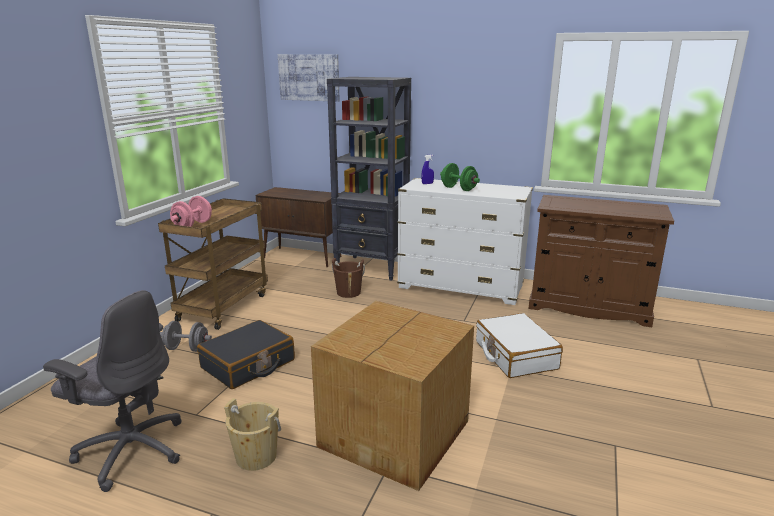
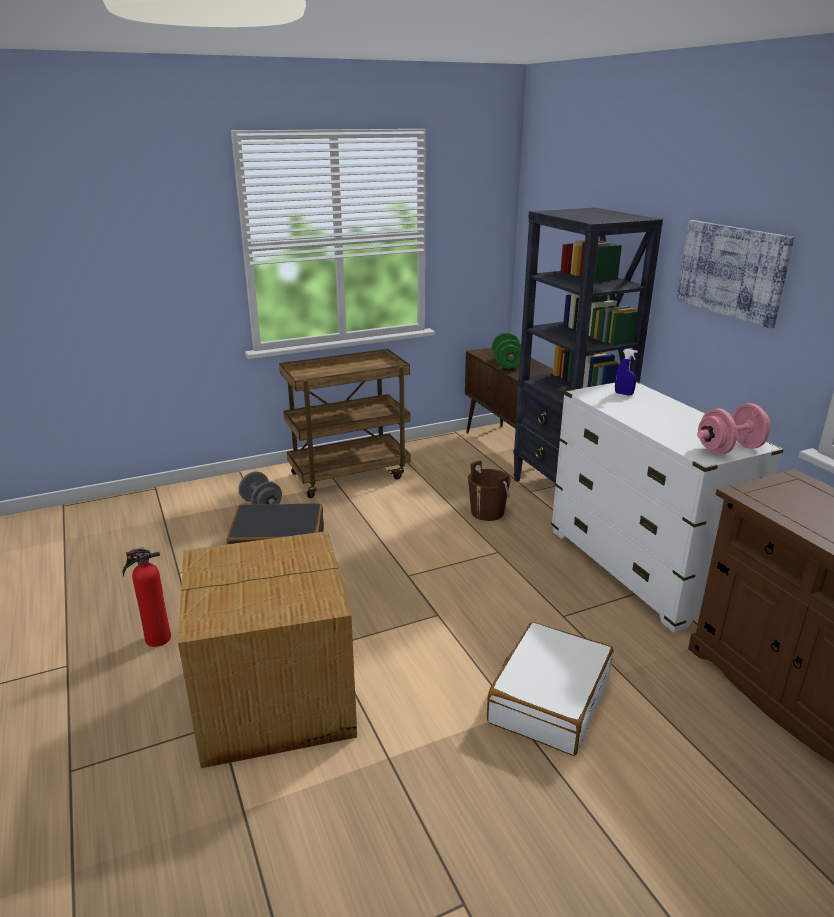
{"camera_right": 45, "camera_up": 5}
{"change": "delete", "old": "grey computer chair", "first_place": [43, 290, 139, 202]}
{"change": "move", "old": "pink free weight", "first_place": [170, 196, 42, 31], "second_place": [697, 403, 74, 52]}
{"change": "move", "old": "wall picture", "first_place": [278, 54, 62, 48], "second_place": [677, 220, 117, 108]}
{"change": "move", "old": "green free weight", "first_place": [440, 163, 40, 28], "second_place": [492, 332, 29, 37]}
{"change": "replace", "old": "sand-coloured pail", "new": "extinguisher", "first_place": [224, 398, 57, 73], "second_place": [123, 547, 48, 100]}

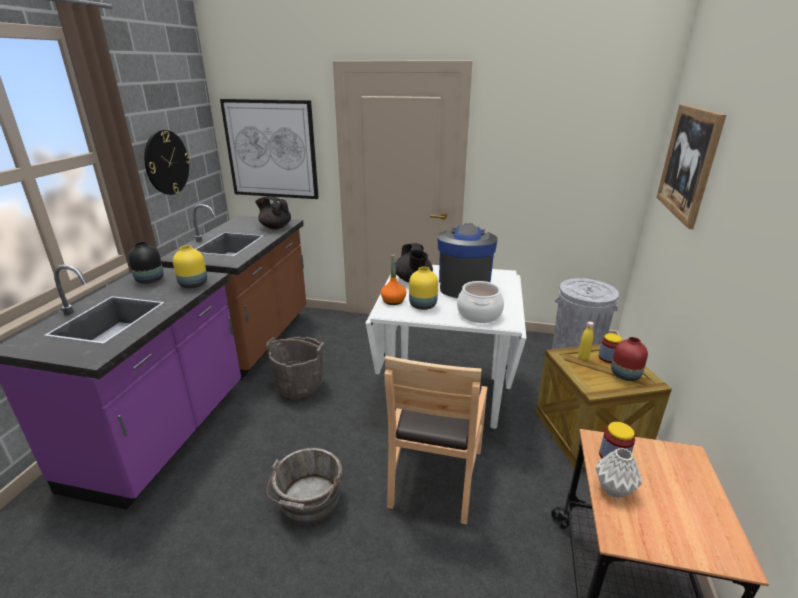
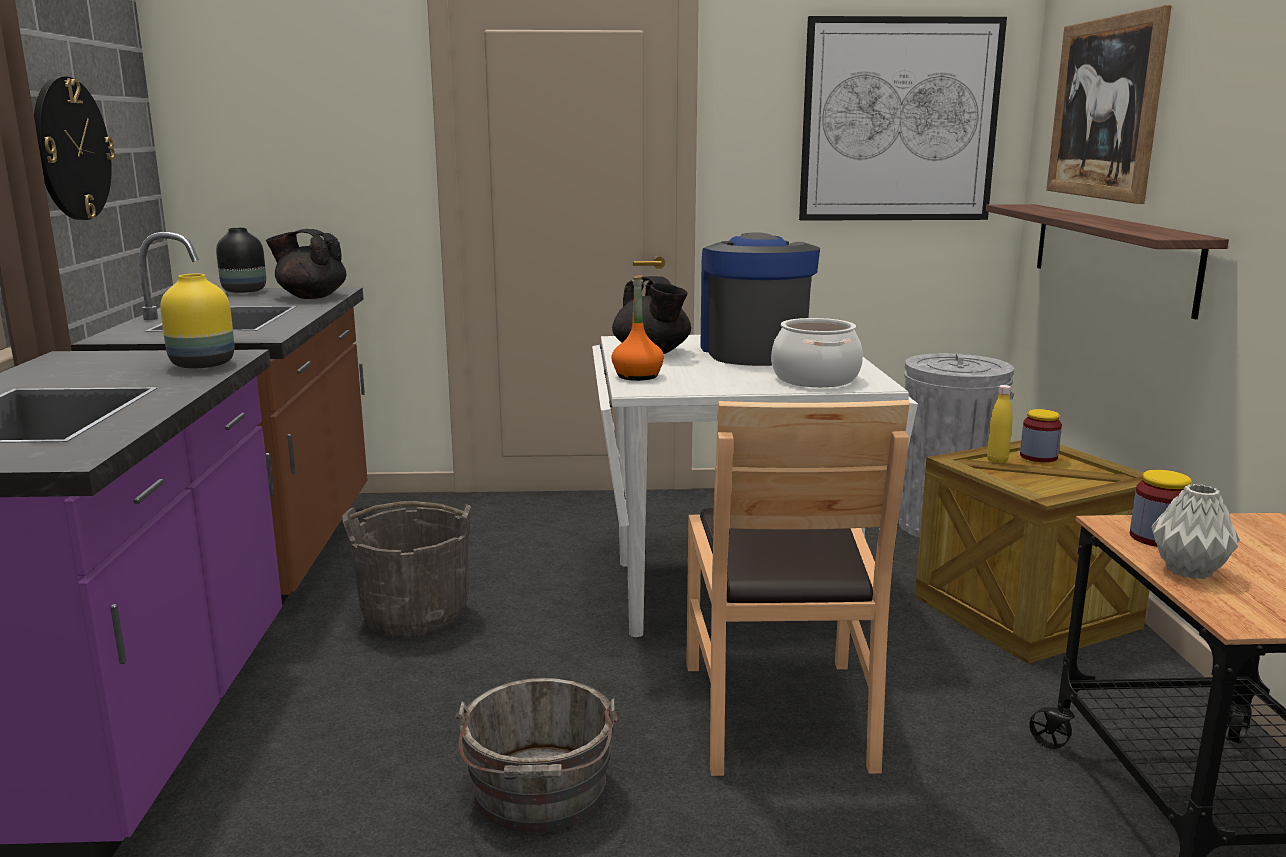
{"camera_right": -15, "camera_up": -10}
{"change": "delete", "old": "yellow-coloured flower vase", "first_place": [409, 267, 29, 43]}
{"change": "delete", "old": "red flower vase", "first_place": [611, 337, 37, 44]}
{"change": "insert", "new": "bracket shelf", "second_place": [986, 204, 243, 115]}
{"change": "move", "old": "black-coloured flower vase", "first_place": [128, 242, 36, 42], "second_place": [216, 228, 50, 65]}
{"change": "move", "old": "wall picture", "first_place": [220, 99, 99, 100], "second_place": [799, 16, 208, 205]}

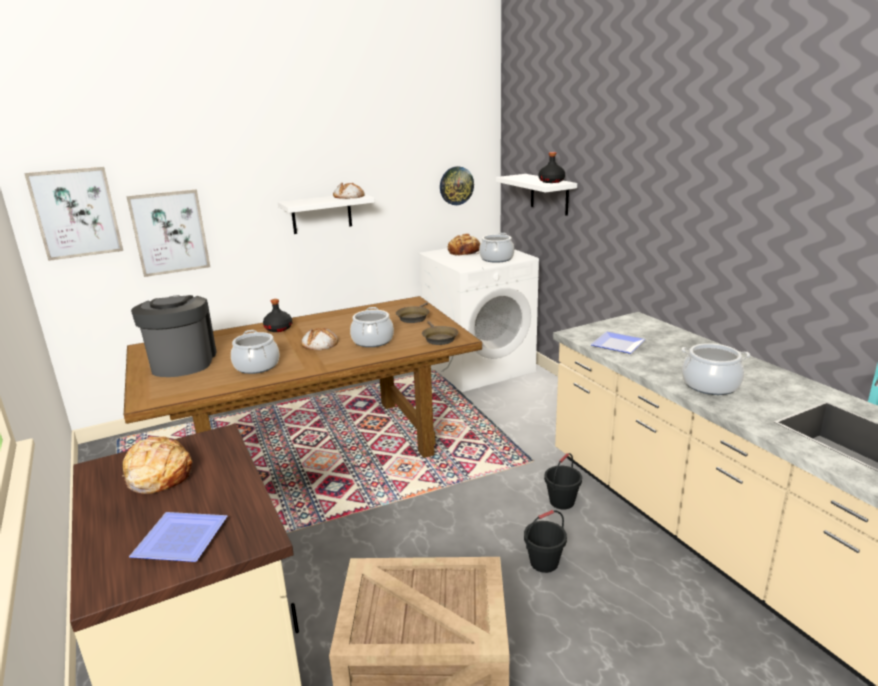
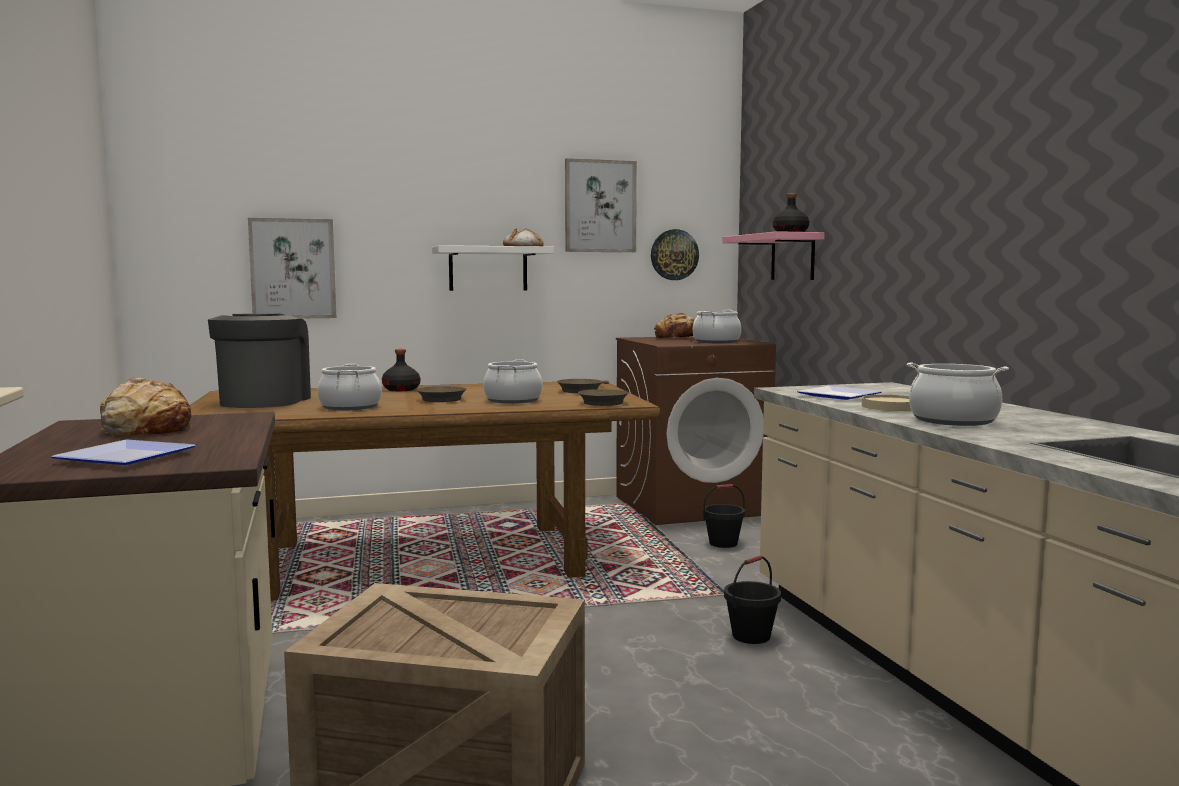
{"camera_right": 10, "camera_up": -15}
{"change": "insert", "new": "sand-coloured flat dish", "second_place": [862, 395, 49, 16]}
{"change": "move", "old": "wall picture", "first_place": [25, 167, 98, 94], "second_place": [565, 158, 72, 94]}
{"change": "move", "old": "black-coloured pail", "first_place": [524, 510, 43, 63], "second_place": [703, 484, 42, 64]}
{"change": "replace", "old": "bread", "new": "brown frying pan", "first_place": [301, 328, 37, 22], "second_place": [417, 386, 49, 16]}
{"change": "recolor", "old": "white-coloured laundry machine", "new": "brown laundry machine", "first_place": [418, 248, 121, 144], "second_place": [616, 336, 160, 189]}
{"change": "recolor", "old": "white-coloured bracket shelf", "new": "pink bracket shelf", "first_place": [496, 174, 81, 42], "second_place": [722, 231, 103, 49]}

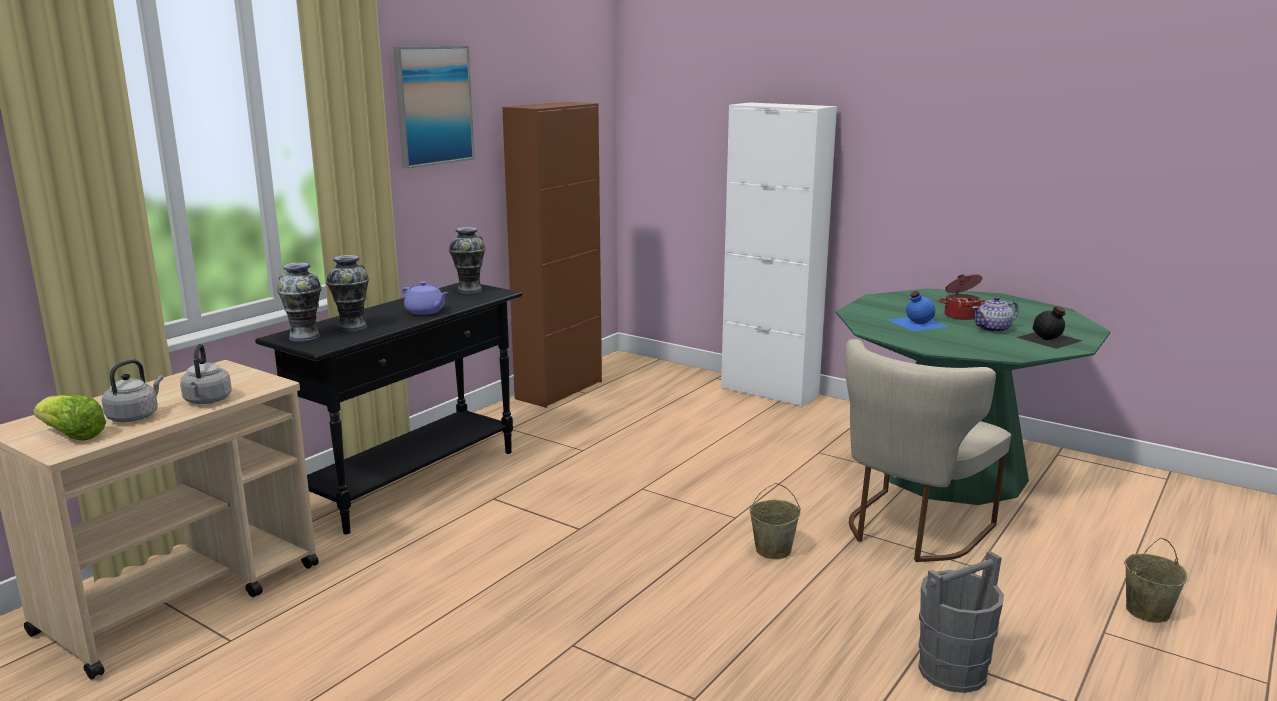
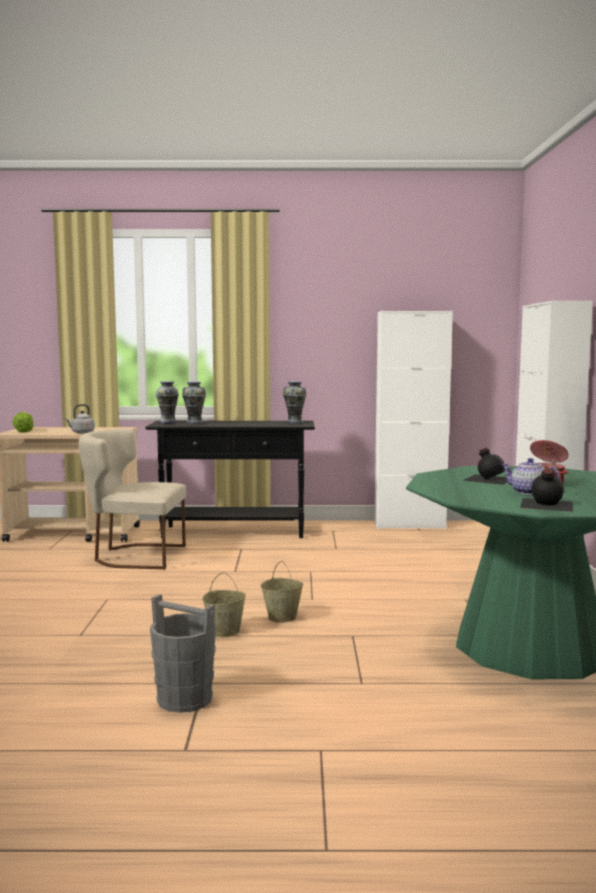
{"camera_right": 55, "camera_up": -10}
{"change": "delete", "old": "grey water kettle", "first_place": [102, 359, 61, 63]}
{"change": "delete", "old": "wall picture", "first_place": [393, 46, 82, 123]}
{"change": "delete", "old": "purplish pot for tea", "first_place": [402, 281, 46, 34]}
{"change": "move", "old": "sand-coloured plain chair", "first_place": [845, 339, 166, 223], "second_place": [79, 429, 107, 140]}
{"change": "move", "old": "sand-coloured pail", "first_place": [1124, 538, 64, 85], "second_place": [202, 572, 44, 65]}
{"change": "recolor", "old": "brown cabinet", "new": "white-coloured cabinet", "first_place": [502, 102, 100, 306], "second_place": [374, 311, 79, 218]}
{"change": "recolor", "old": "blue beverage bottle", "new": "black-coloured beverage bottle", "first_place": [888, 291, 60, 40], "second_place": [462, 448, 45, 37]}

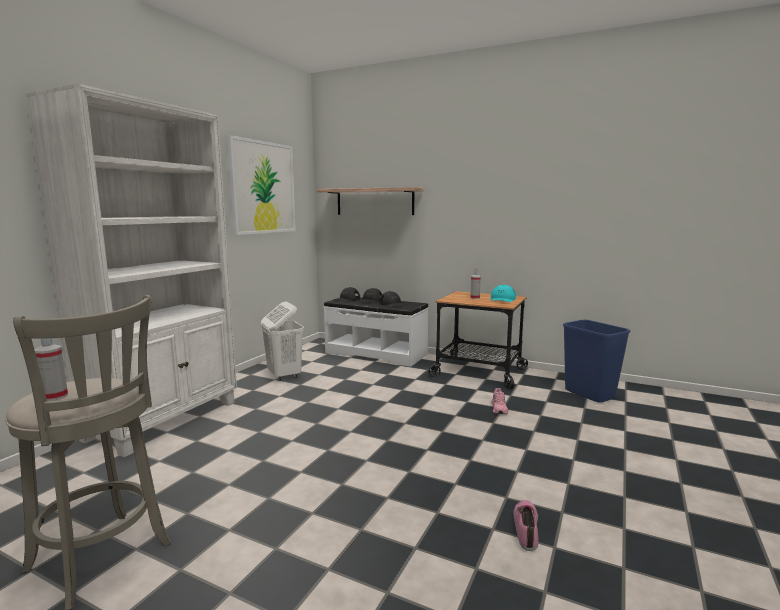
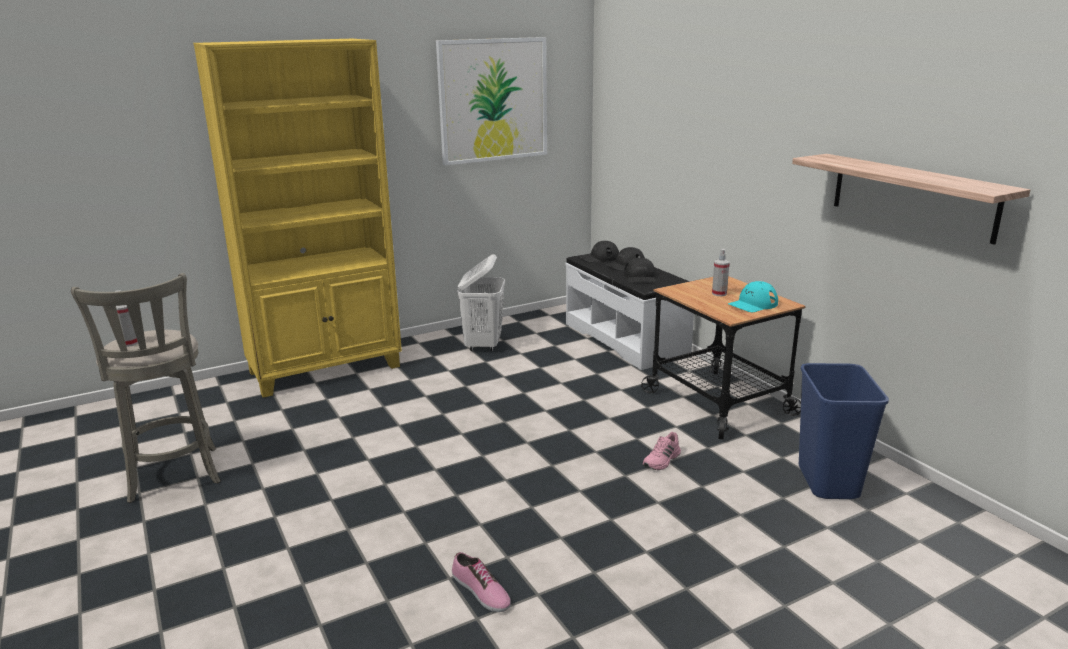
{"camera_right": 35, "camera_up": 10}
{"change": "move", "old": "bracket shelf", "first_place": [317, 187, 107, 28], "second_place": [792, 154, 238, 91]}
{"change": "recolor", "old": "white-coloured bookcase", "new": "yellow-coloured bookcase", "first_place": [25, 84, 212, 373], "second_place": [193, 39, 209, 359]}
{"change": "rotate", "old": "item of footwear", "first_place": [514, 500, 25, 51], "second_place": [452, 552, 59, 60], "degrees": 90}

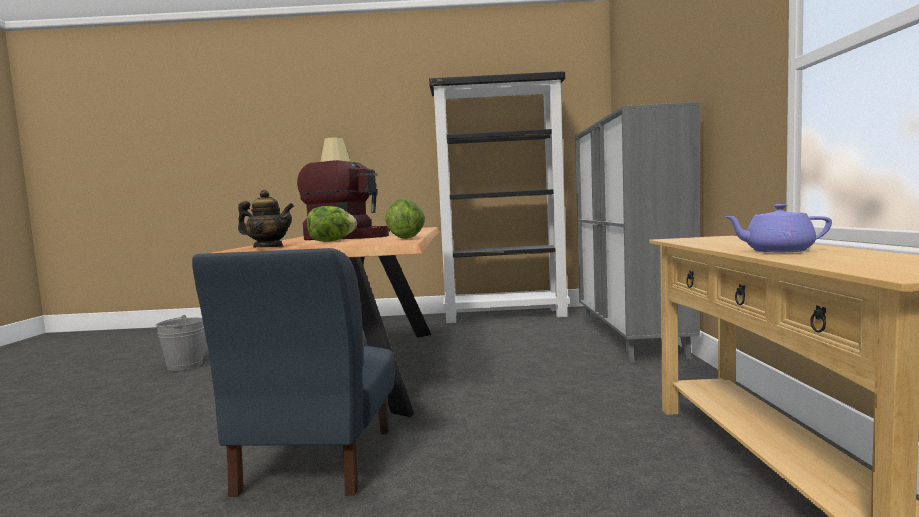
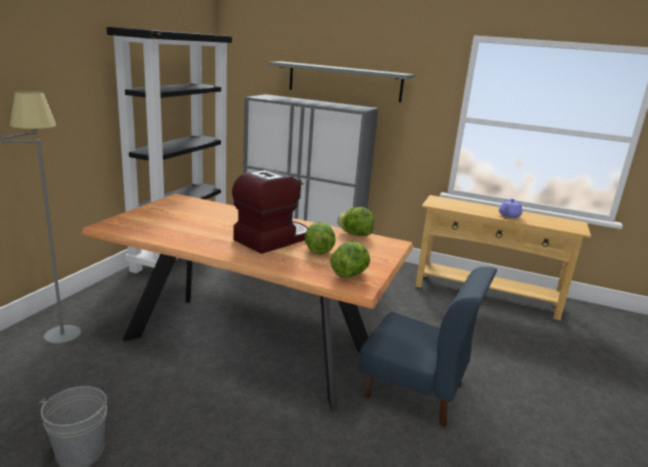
{"camera_right": -70, "camera_up": 15}
{"change": "insert", "new": "grey bracket shelf", "second_place": [267, 62, 148, 40]}
{"change": "replace", "old": "pot for tea", "new": "head of lettuce", "first_place": [238, 190, 56, 57], "second_place": [330, 242, 40, 36]}

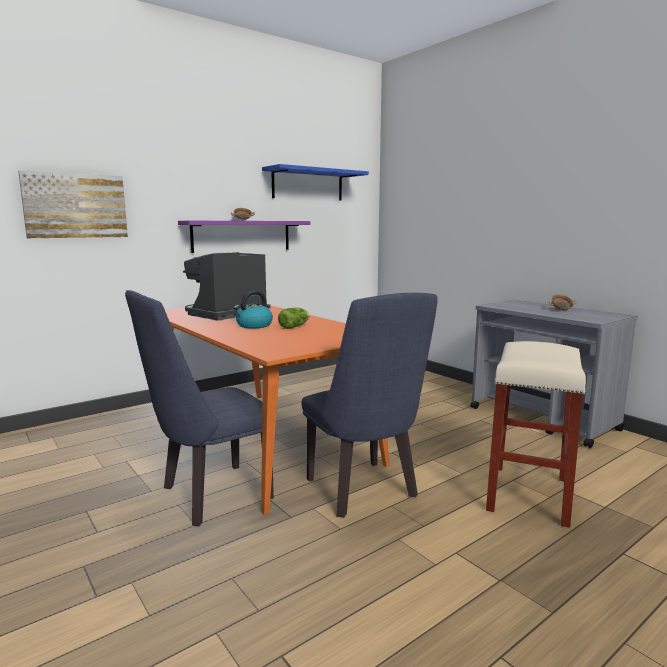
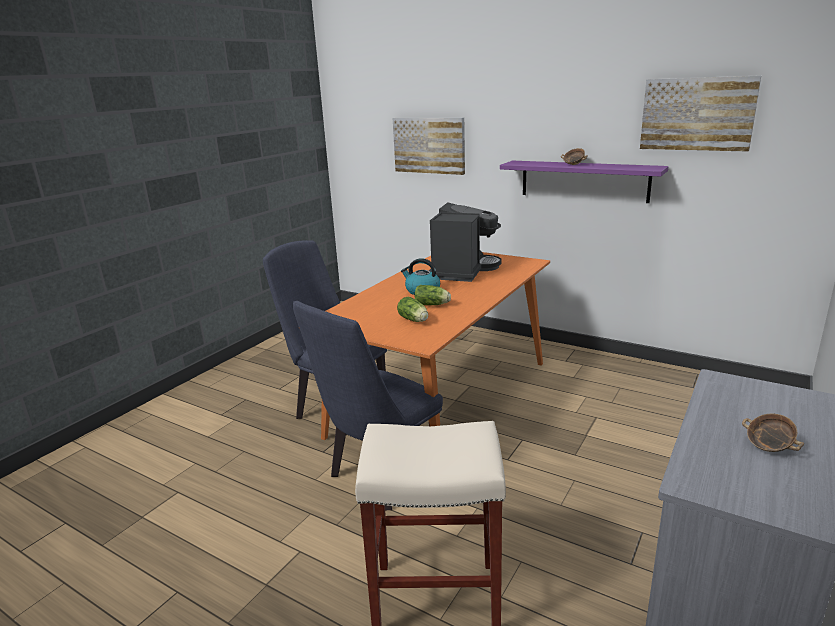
{"camera_right": 70, "camera_up": 10}
{"change": "insert", "new": "head of lettuce", "second_place": [397, 297, 31, 25]}
{"change": "replace", "old": "blue bracket shelf", "new": "wall picture", "first_place": [262, 164, 107, 37], "second_place": [640, 75, 122, 77]}
{"change": "rotate", "old": "coffee brewer", "first_place": [183, 252, 87, 69], "second_place": [429, 203, 72, 79], "degrees": 90}

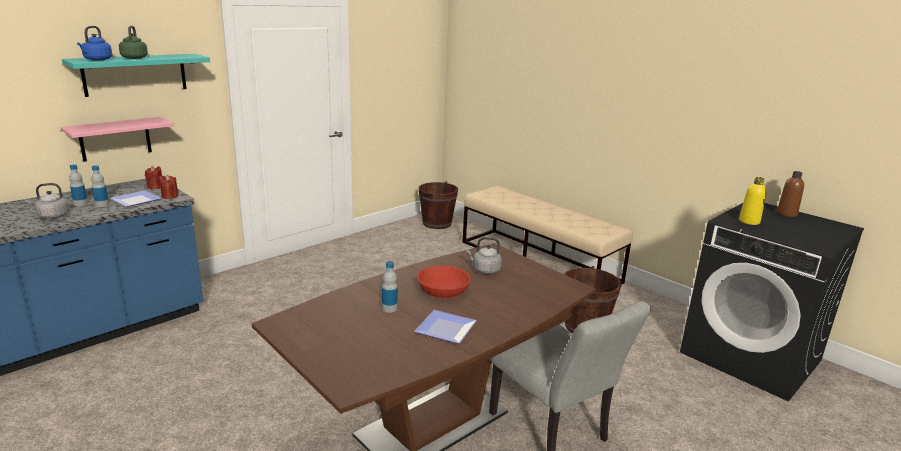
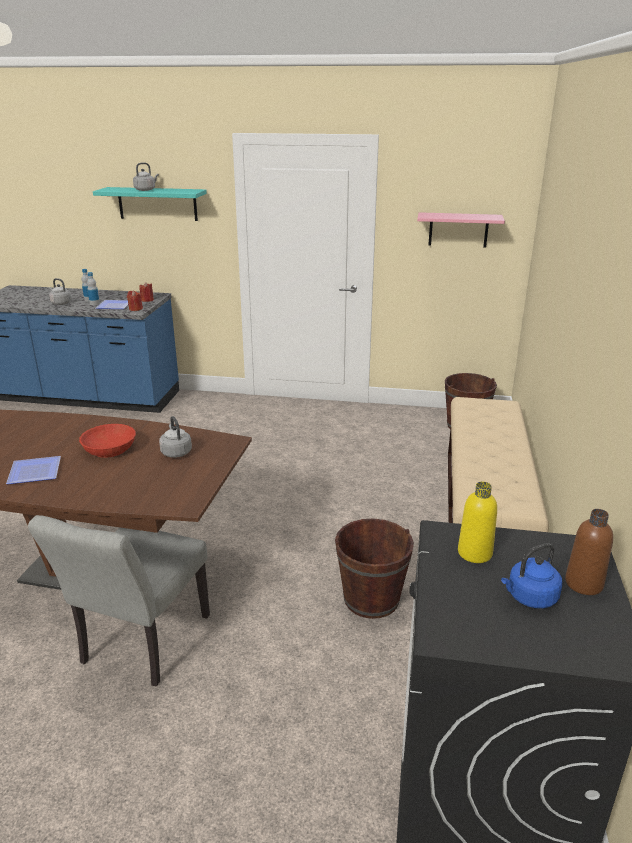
{"camera_right": 55, "camera_up": 5}
{"change": "delete", "old": "beverage bottle", "first_place": [382, 261, 16, 52]}
{"change": "move", "old": "pink bracket shelf", "first_place": [61, 117, 113, 45], "second_place": [417, 212, 88, 36]}
{"change": "move", "old": "blue water kettle", "first_place": [77, 26, 35, 35], "second_place": [501, 543, 61, 65]}
{"change": "recolor", "old": "green water kettle", "new": "grey water kettle", "first_place": [119, 26, 29, 33], "second_place": [133, 162, 26, 29]}

